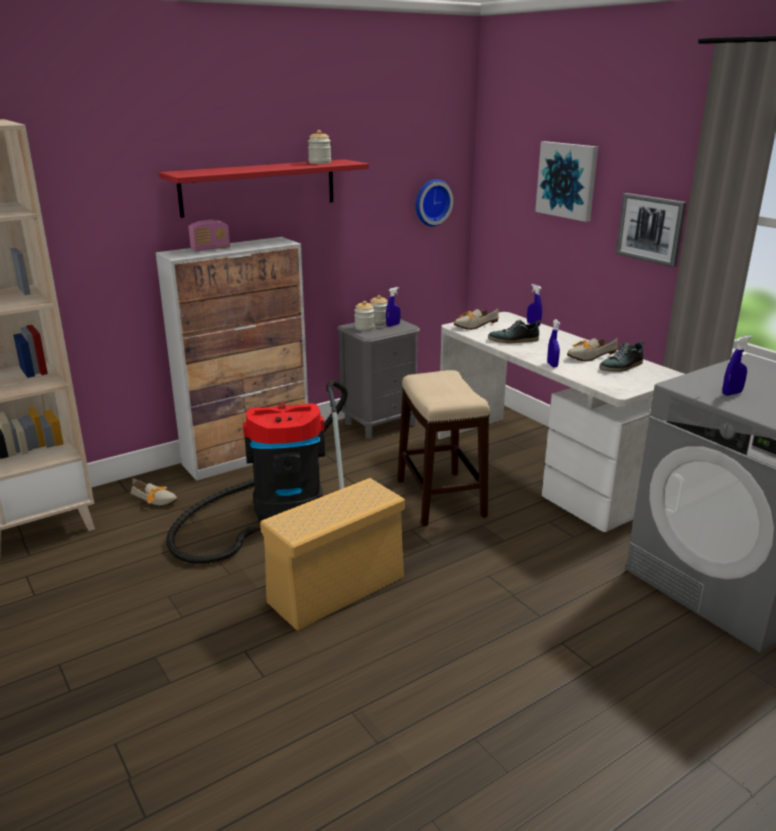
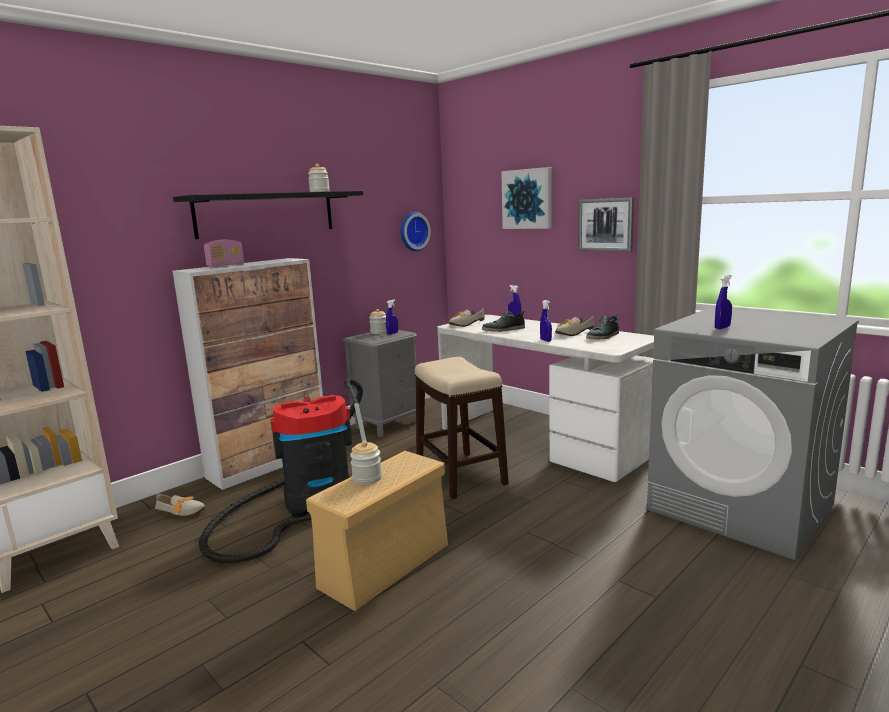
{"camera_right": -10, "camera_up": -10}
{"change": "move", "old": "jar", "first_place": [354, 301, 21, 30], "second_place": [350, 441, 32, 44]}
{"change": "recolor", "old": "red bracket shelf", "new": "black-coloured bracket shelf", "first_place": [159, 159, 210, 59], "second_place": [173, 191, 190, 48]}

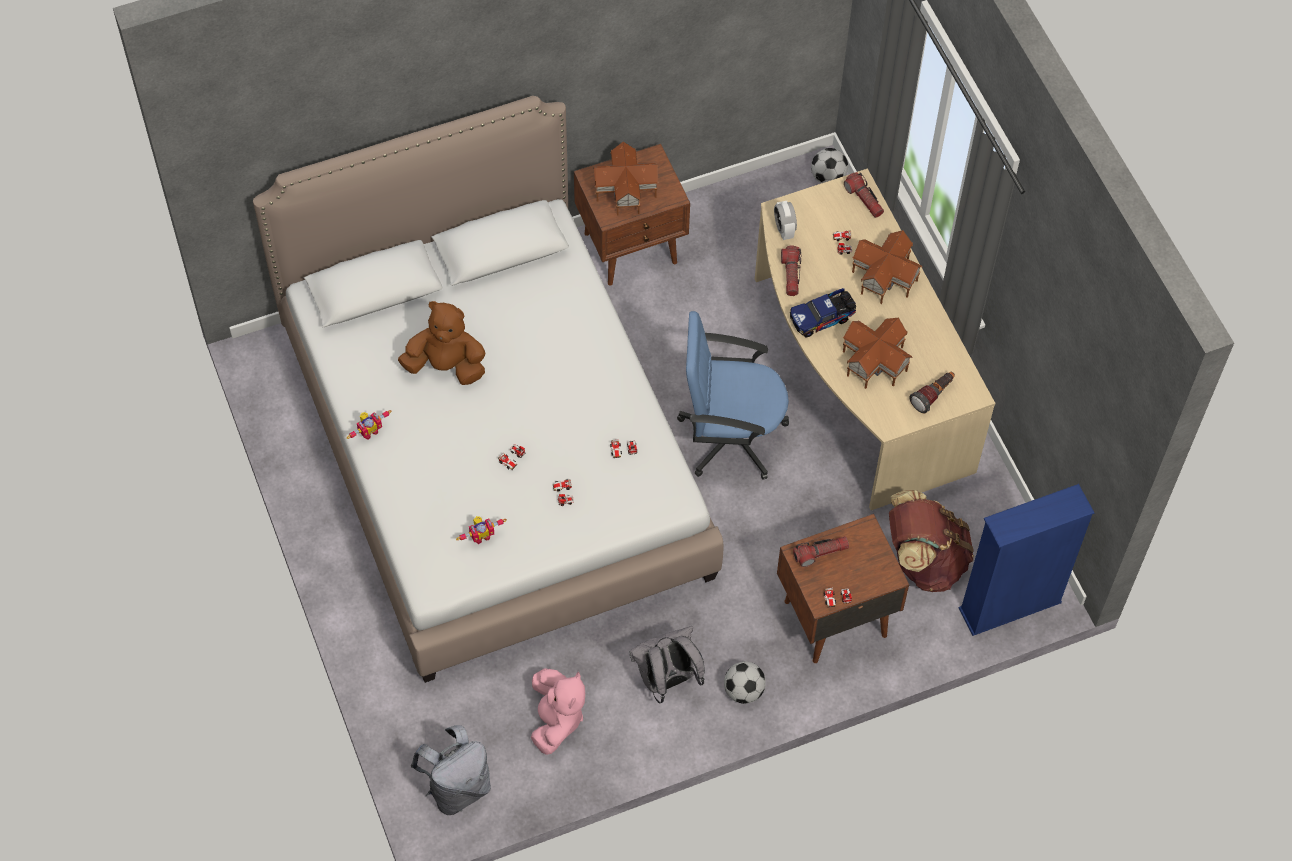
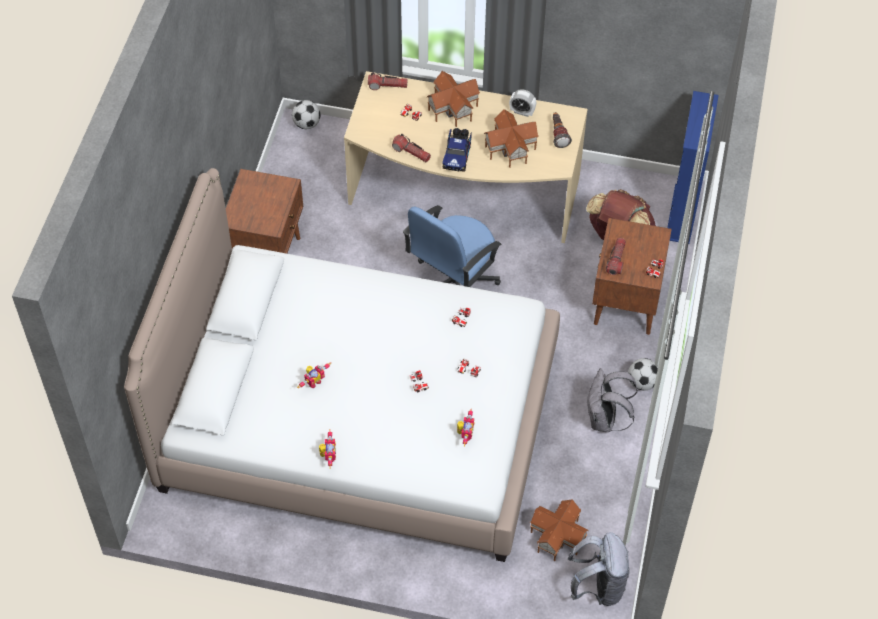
{"camera_right": -55, "camera_up": -5}
{"change": "delete", "old": "pink plush toy", "first_place": [531, 668, 54, 87]}
{"change": "move", "old": "miniature house", "first_place": [593, 141, 66, 75], "second_place": [530, 499, 59, 62]}
{"change": "move", "old": "bedside clock", "first_place": [774, 201, 23, 39], "second_place": [509, 89, 28, 28]}
{"change": "replace", "old": "brown plush toy", "new": "robot figure", "first_place": [398, 301, 88, 84], "second_place": [297, 363, 34, 26]}

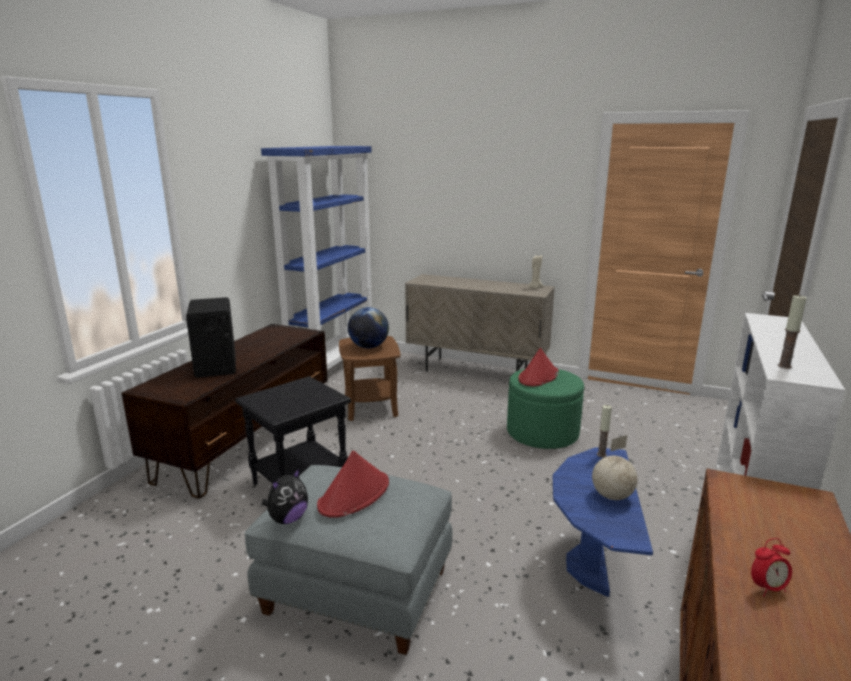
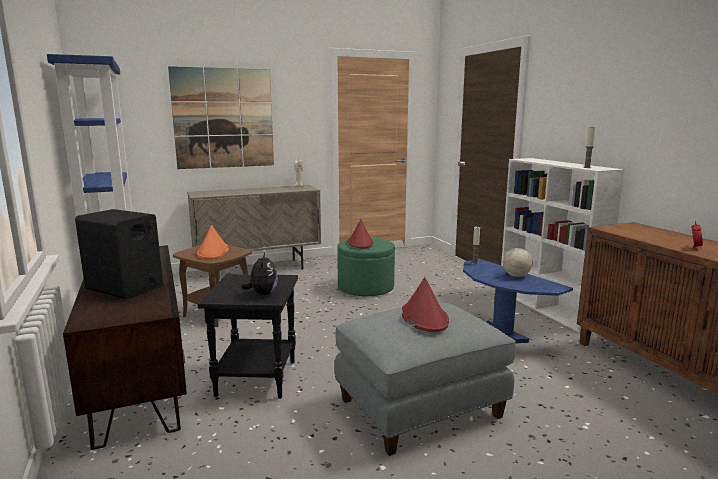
{"camera_right": -45, "camera_up": -5}
{"change": "insert", "new": "wall picture", "second_place": [168, 66, 106, 103]}
{"change": "move", "old": "plush toy", "first_place": [262, 468, 46, 56], "second_place": [241, 253, 37, 42]}
{"change": "replace", "old": "desk globe", "new": "orange wearable hat", "first_place": [348, 307, 41, 41], "second_place": [197, 225, 32, 34]}

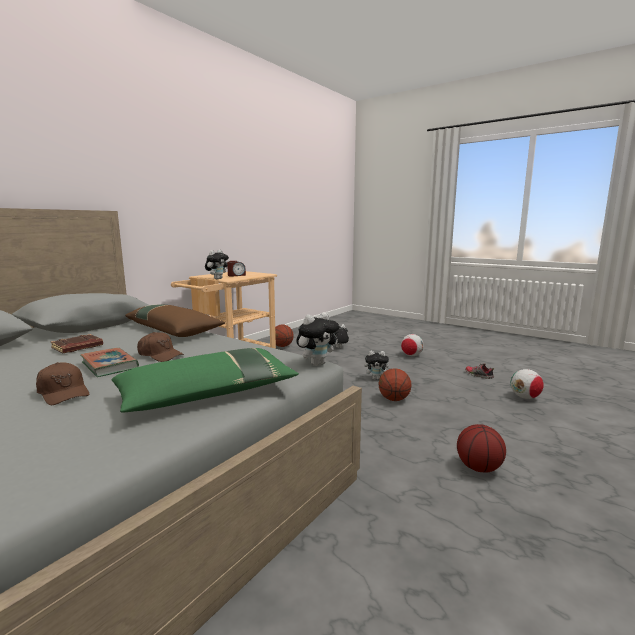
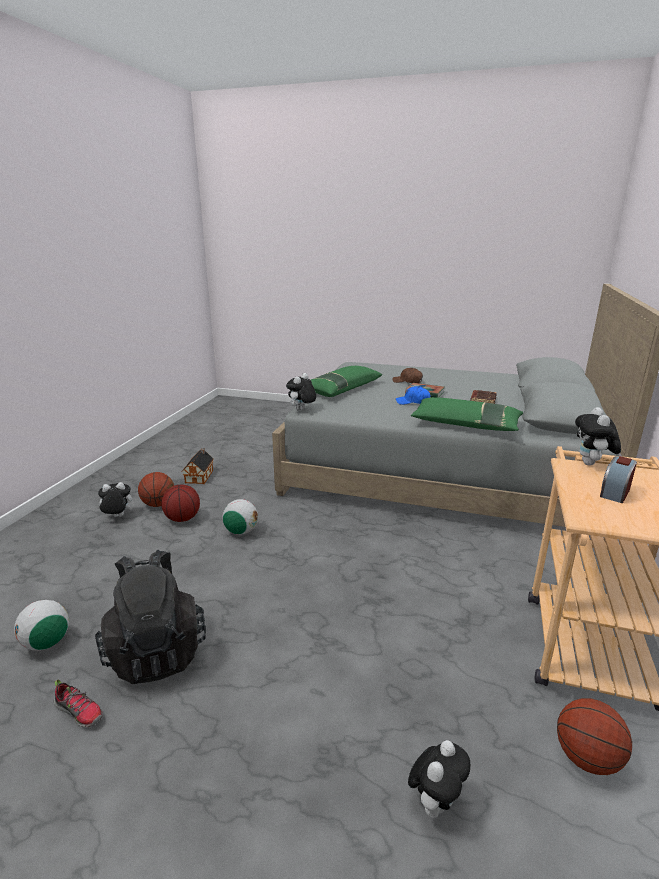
{"camera_right": 160, "camera_up": 10}
{"change": "insert", "new": "black-coloured backpack", "second_place": [95, 550, 111, 134]}
{"change": "insert", "new": "miniature house", "second_place": [182, 448, 32, 36]}
{"change": "move", "old": "plush toy", "first_place": [364, 350, 28, 30], "second_place": [96, 482, 36, 35]}
{"change": "move", "old": "basketball", "first_place": [378, 368, 33, 33], "second_place": [138, 472, 36, 35]}
{"change": "move", "old": "football ball", "first_place": [401, 334, 23, 22], "second_place": [222, 499, 36, 36]}
{"change": "recolor", "old": "brown cushion", "new": "green cushion", "first_place": [125, 304, 100, 33], "second_place": [411, 397, 112, 34]}
{"change": "recolor", "old": "brown cap", "new": "blue cap", "first_place": [137, 332, 47, 30], "second_place": [396, 386, 34, 19]}

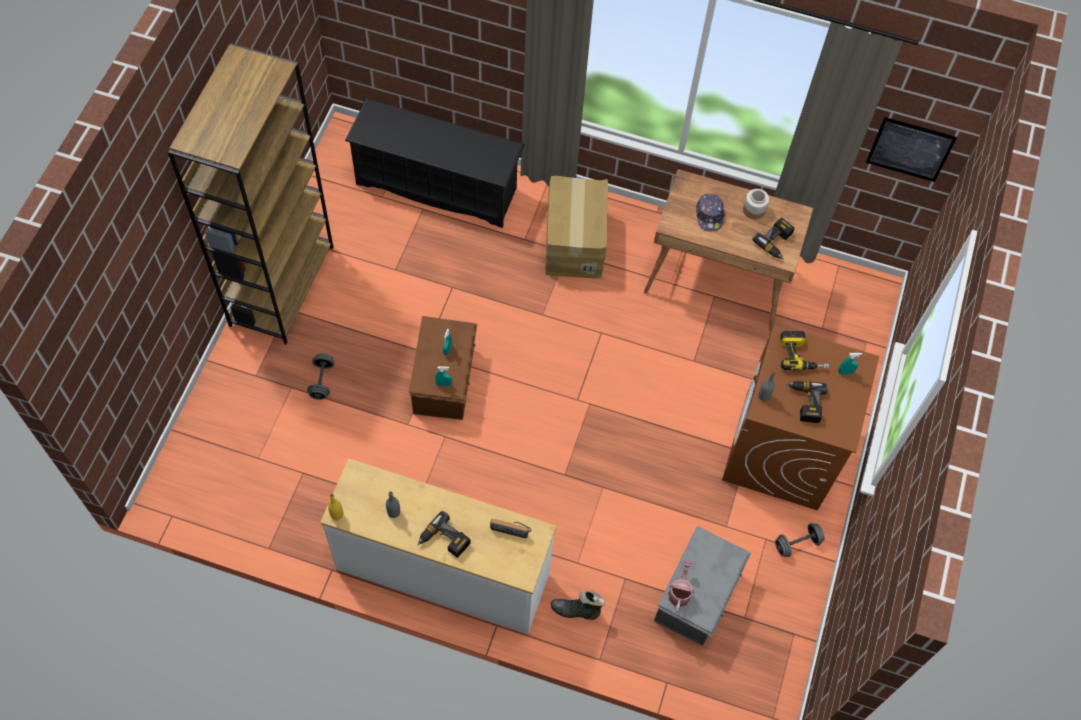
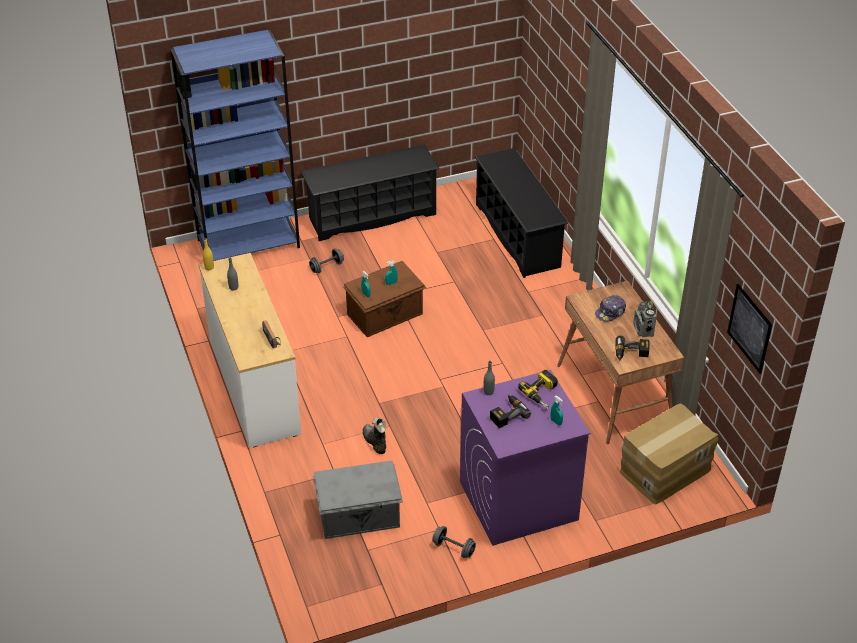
{"camera_right": 55, "camera_up": -20}
{"change": "delete", "old": "drill", "first_place": [418, 511, 53, 47]}
{"change": "delete", "old": "watering can", "first_place": [668, 561, 26, 52]}
{"change": "insert", "new": "blue bookcase", "second_place": [170, 30, 130, 231]}
{"change": "move", "old": "packing box", "first_place": [545, 176, 63, 103], "second_place": [620, 403, 98, 102]}
{"change": "move", "old": "black-coloured high-top boot", "first_place": [551, 590, 54, 30], "second_place": [363, 417, 23, 37]}
{"change": "replace", "old": "brown bookcase", "new": "black-coloured shoe shelf", "first_place": [168, 43, 165, 301], "second_place": [300, 145, 140, 96]}
{"change": "replace", "old": "jar", "new": "radio receiver", "first_place": [743, 189, 26, 30], "second_place": [633, 301, 24, 36]}
{"change": "recolor", "old": "brown laundry machine", "new": "purplish laundry machine", "first_place": [722, 325, 157, 185], "second_place": [460, 370, 130, 176]}

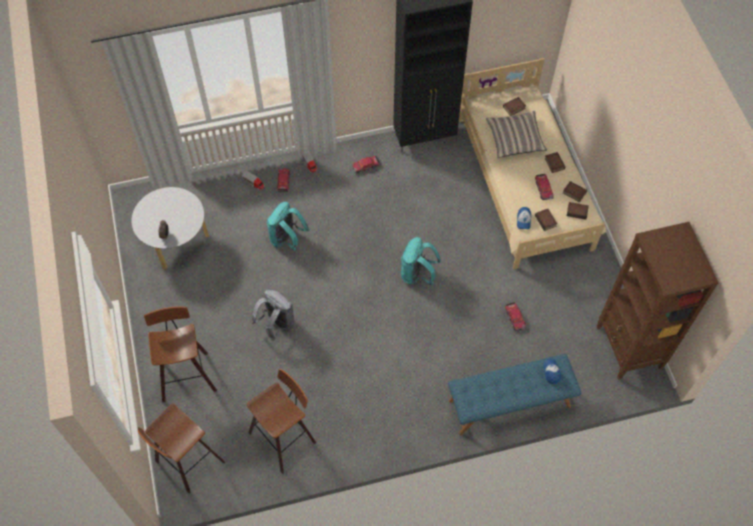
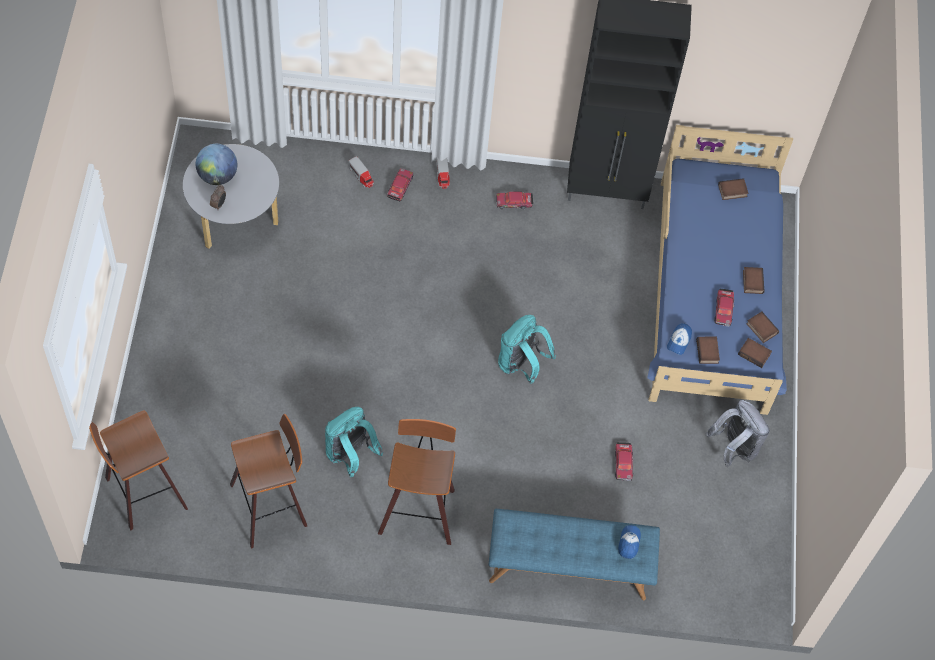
{"camera_right": 15, "camera_up": 0}
{"change": "delete", "old": "cushion", "first_place": [486, 111, 61, 47]}
{"change": "delete", "old": "brown bookcase", "first_place": [597, 222, 122, 158]}
{"change": "insert", "new": "desk globe", "second_place": [196, 144, 41, 41]}
{"change": "move", "old": "sitting stool", "first_place": [144, 307, 73, 95], "second_place": [378, 419, 78, 126]}
{"change": "move", "old": "grey backpack", "first_place": [251, 290, 44, 51], "second_place": [706, 400, 64, 68]}
{"change": "move", "old": "turquoise backpack", "first_place": [267, 202, 43, 49], "second_place": [325, 407, 59, 70]}
{"change": "recolor", "old": "sand-coloured sleeping bed", "new": "blue sleeping bed", "first_place": [459, 58, 147, 211], "second_place": [647, 125, 146, 290]}

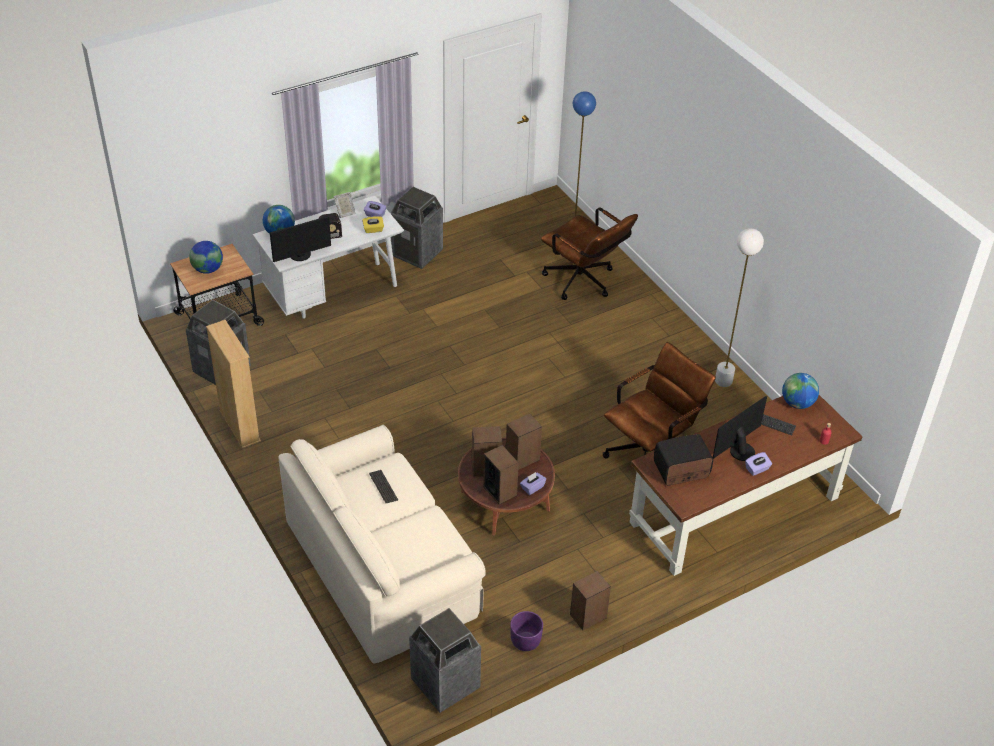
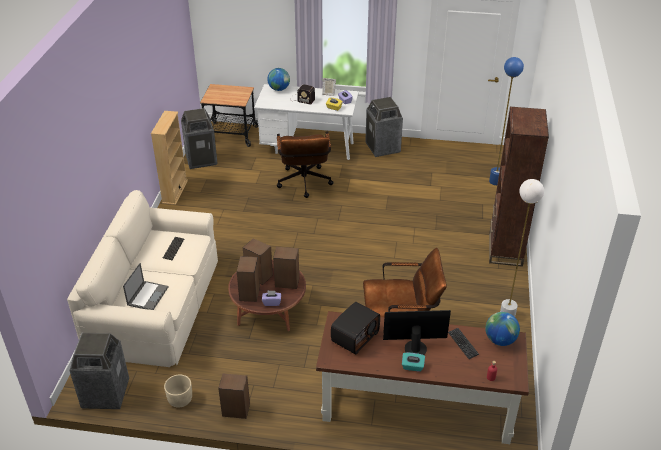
{"camera_right": 40, "camera_up": -5}
{"change": "delete", "old": "desk globe", "first_place": [189, 241, 34, 33]}
{"change": "delete", "old": "monitor", "first_place": [270, 216, 61, 46]}
{"change": "insert", "new": "portable computer", "second_place": [123, 263, 45, 47]}
{"change": "insert", "new": "brown bookcase", "second_place": [489, 107, 60, 160]}
{"change": "move", "old": "brown computer chair", "first_place": [541, 208, 97, 92], "second_place": [277, 131, 56, 67]}
{"change": "recolor", "old": "purplish plant pot", "new": "sand-coloured plant pot", "first_place": [510, 611, 33, 40], "second_place": [164, 374, 28, 34]}
{"change": "recolor", "old": "purplish box of tissues", "new": "turquoise box of tissues", "first_place": [745, 452, 27, 24], "second_place": [402, 353, 23, 19]}
{"change": "rotate", "old": "radio receiver", "first_place": [654, 434, 59, 52], "second_place": [331, 302, 49, 53], "degrees": 105}

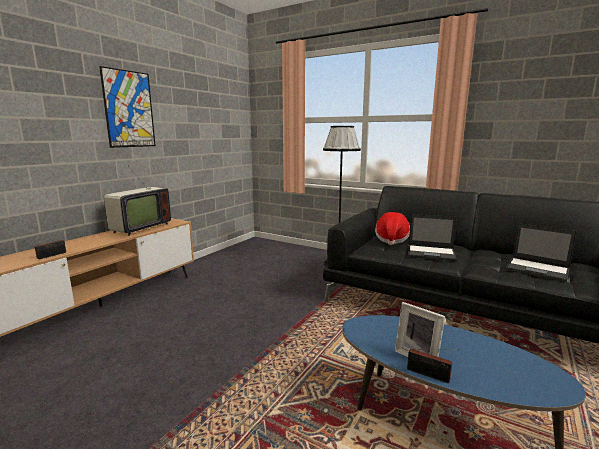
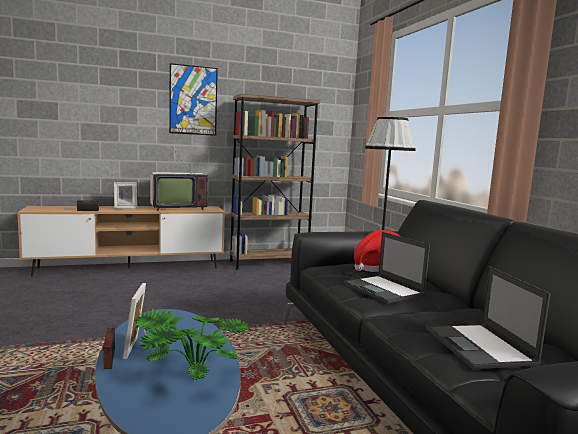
{"camera_right": 40, "camera_up": -5}
{"change": "insert", "new": "photo frame", "second_place": [114, 182, 23, 27]}
{"change": "insert", "new": "plant in a pot", "second_place": [133, 309, 117, 72]}
{"change": "insert", "new": "brown bookcase", "second_place": [229, 94, 91, 176]}

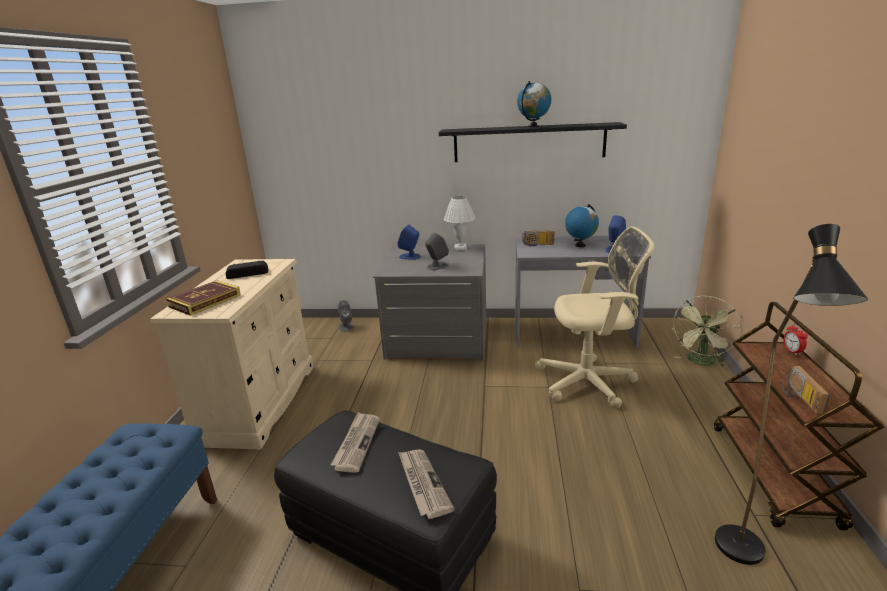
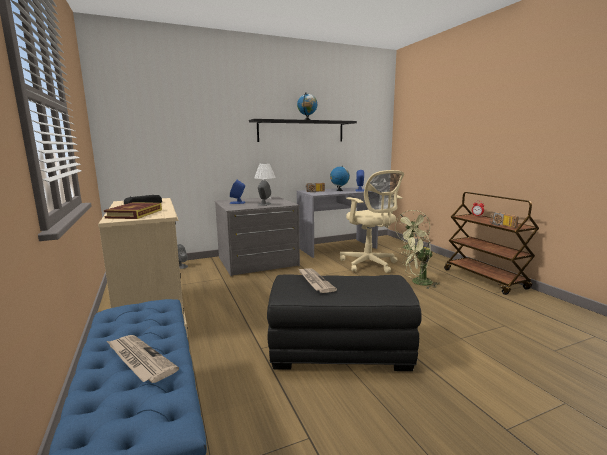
{"camera_right": -30, "camera_up": -10}
{"change": "delete", "old": "black-coloured floor lamp", "first_place": [715, 224, 153, 341]}
{"change": "insert", "new": "green cooling fan", "second_place": [401, 231, 38, 58]}
{"change": "move", "old": "daily paper", "first_place": [398, 449, 57, 70], "second_place": [107, 335, 72, 48]}
{"change": "rotate", "old": "sand-coloured computer chair", "first_place": [535, 226, 119, 183], "second_place": [340, 170, 64, 103], "degrees": 90}

